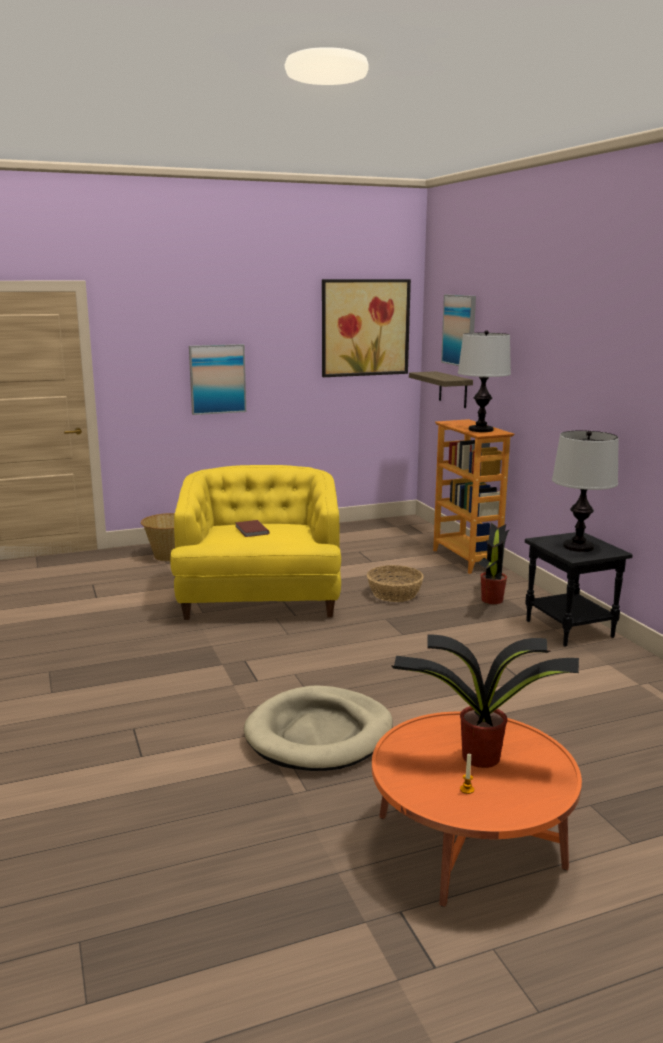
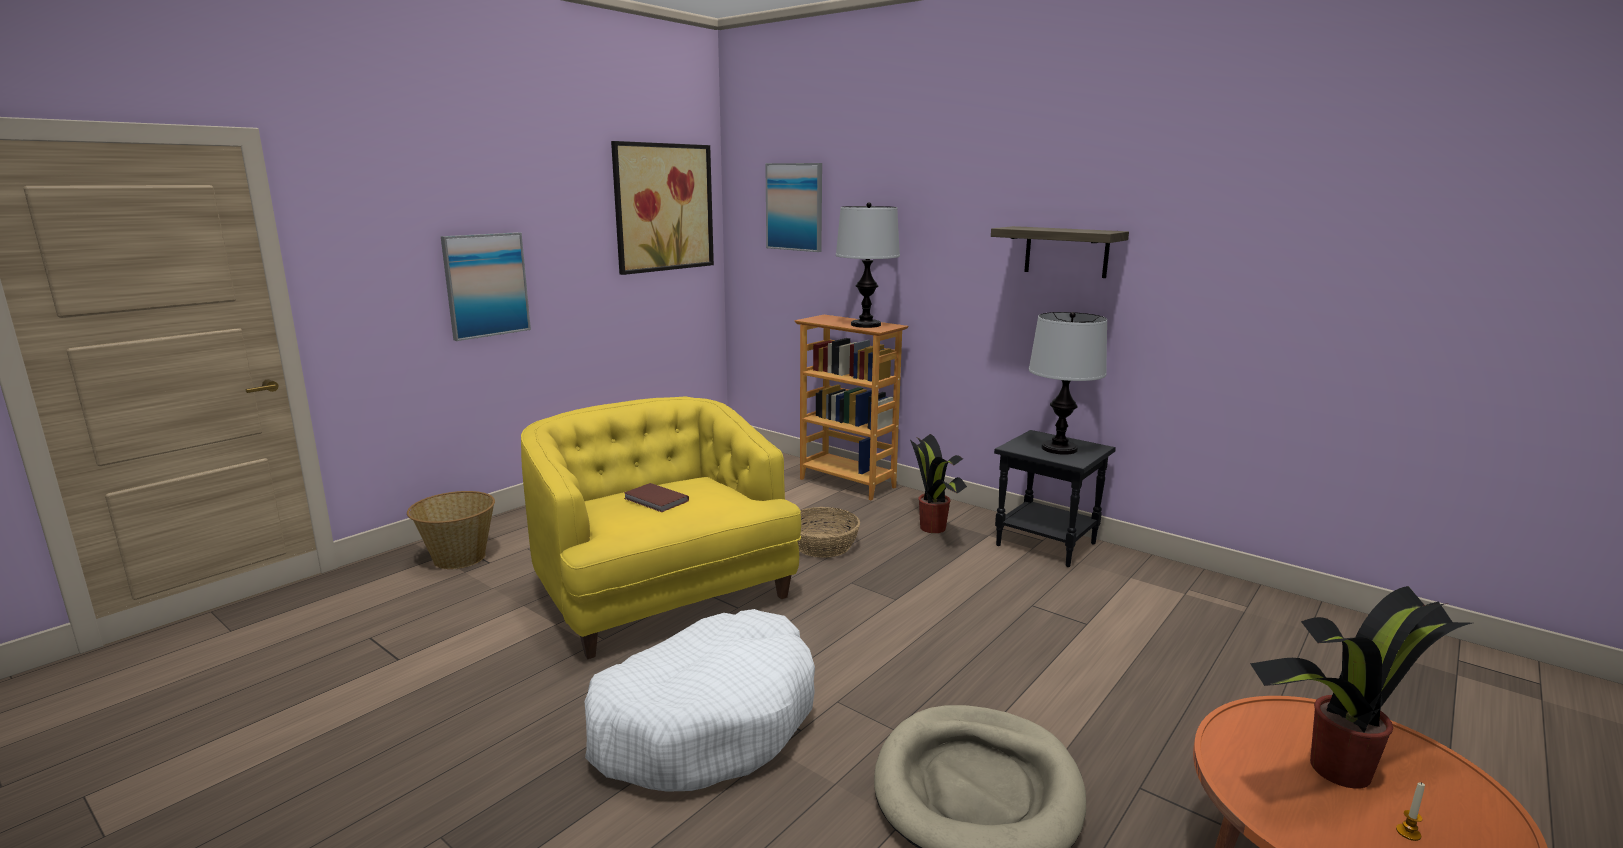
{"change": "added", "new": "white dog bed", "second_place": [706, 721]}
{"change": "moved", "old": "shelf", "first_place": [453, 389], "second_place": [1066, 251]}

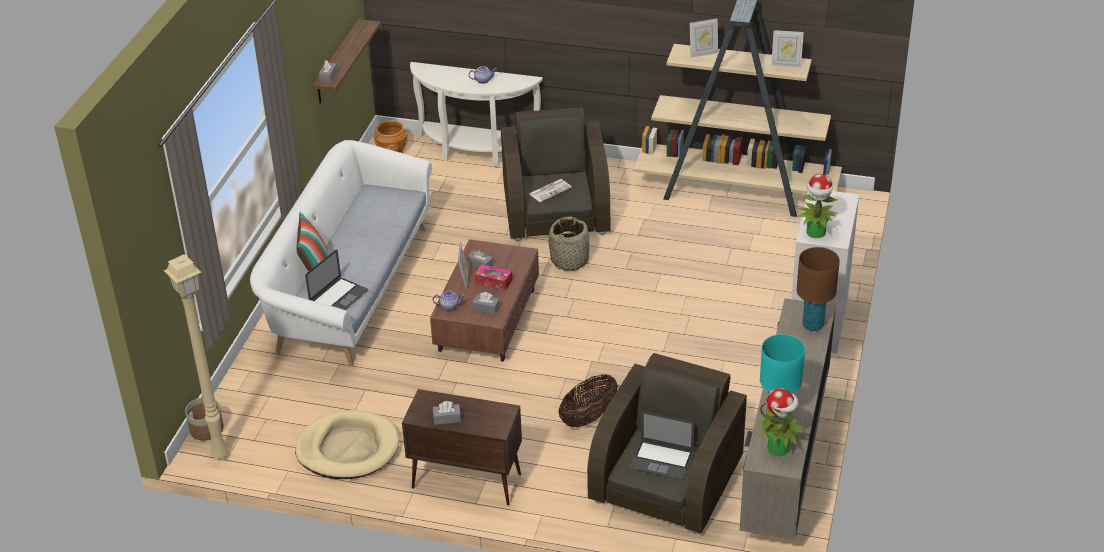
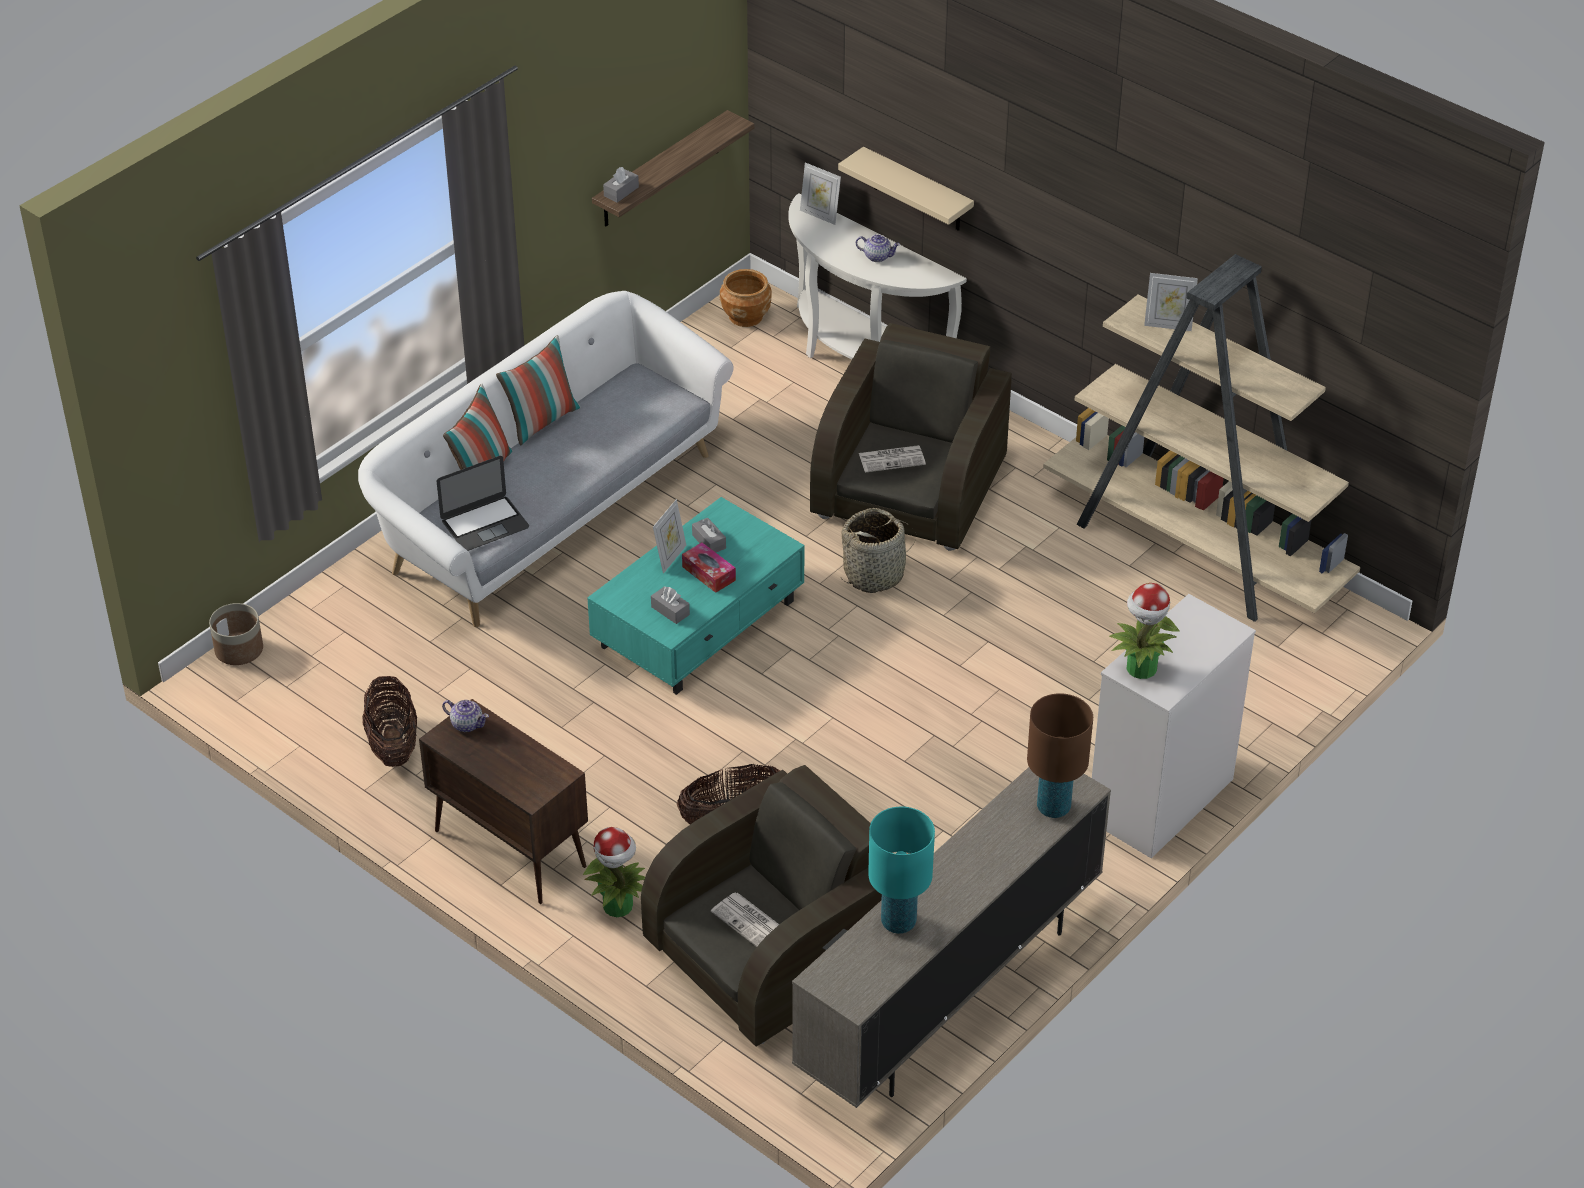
{"change": "replaced", "old": "beige dog bed", "new": "basket", "first_place": [348, 449], "second_place": [393, 744]}
{"change": "moved", "old": "teapot", "first_place": [449, 306], "second_place": [467, 724]}
{"change": "added", "new": "pillow", "second_place": [541, 421]}
{"change": "moved", "old": "potted plant", "first_place": [779, 448], "second_place": [619, 906]}
{"change": "recoloured", "old": "brown coffee table", "new": "turquoise coffee table", "first_place": [488, 319], "second_place": [700, 623]}
{"change": "replaced", "old": "laptop", "new": "newspaper", "first_place": [661, 460], "second_place": [750, 922]}
{"change": "moved", "old": "picture frame", "first_place": [786, 64], "second_place": [820, 215]}
{"change": "added", "new": "beige shelf", "second_place": [917, 191]}
{"change": "removed", "old": "beige floor lamp", "first_place": [219, 455]}
{"change": "removed", "old": "grey tissue box", "first_place": [447, 418]}

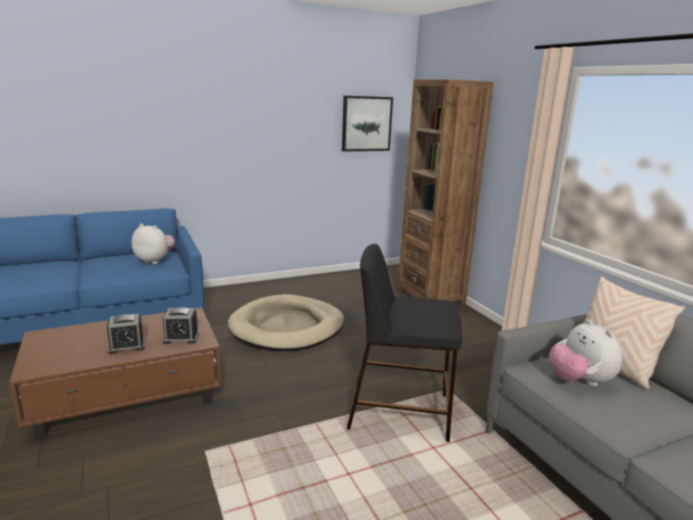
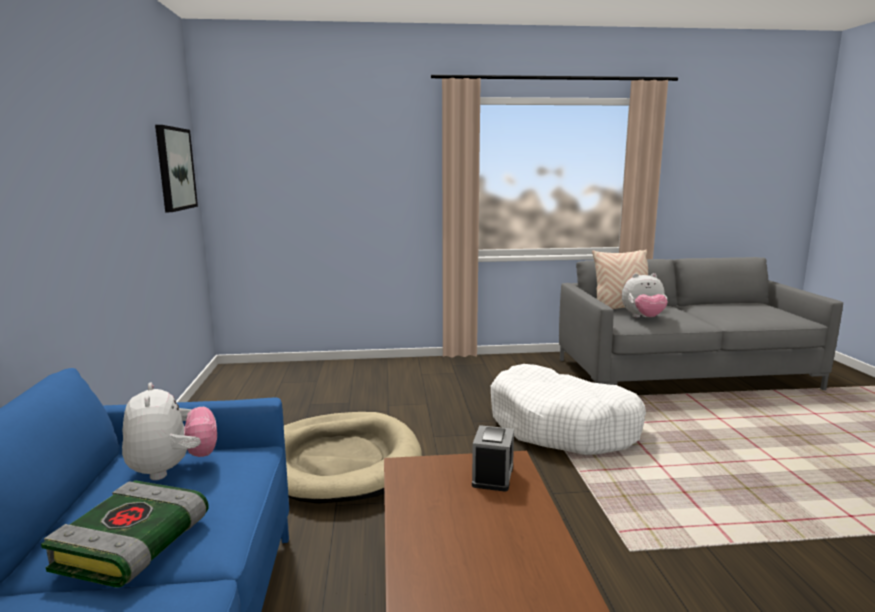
{"change": "added", "new": "book", "second_place": [133, 546]}
{"change": "turned", "old": "plush toy", "first_place": [155, 261], "second_place": [173, 469], "degrees": 120}
{"change": "replaced", "old": "black stool", "new": "white dog bed", "first_place": [400, 412], "second_place": [563, 427]}
{"change": "removed", "old": "alarm clock", "first_place": [127, 346]}
{"change": "removed", "old": "brown bookcase", "first_place": [430, 298]}

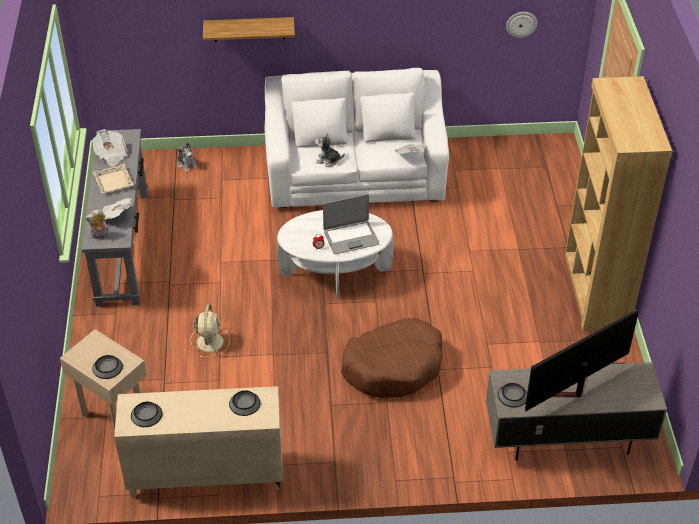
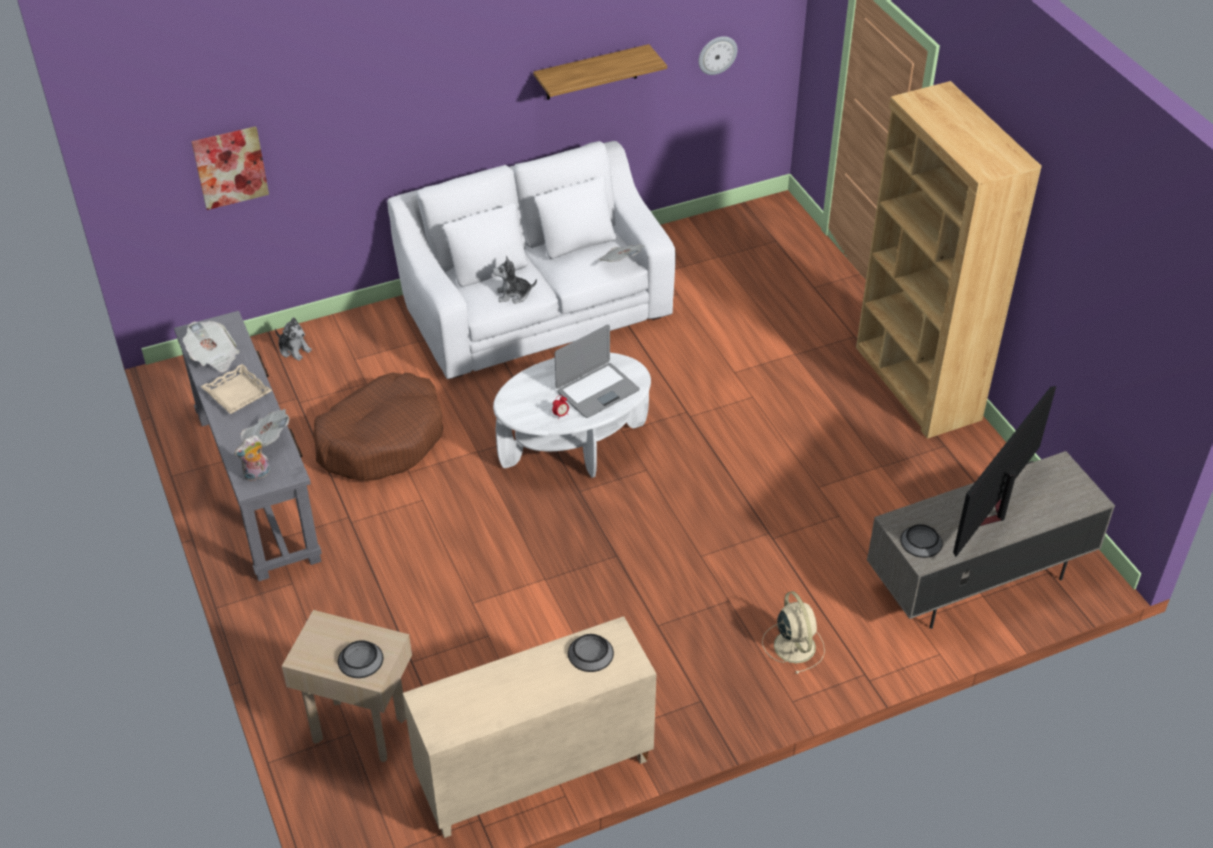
{"change": "added", "new": "picture", "second_place": [230, 167]}
{"change": "moved", "old": "brown dog bed", "first_place": [393, 366], "second_place": [382, 439]}
{"change": "moved", "old": "shelf", "first_place": [249, 29], "second_place": [591, 73]}
{"change": "moved", "old": "beige fan", "first_place": [210, 341], "second_place": [793, 645]}
{"change": "removed", "old": "bowl", "first_place": [146, 414]}

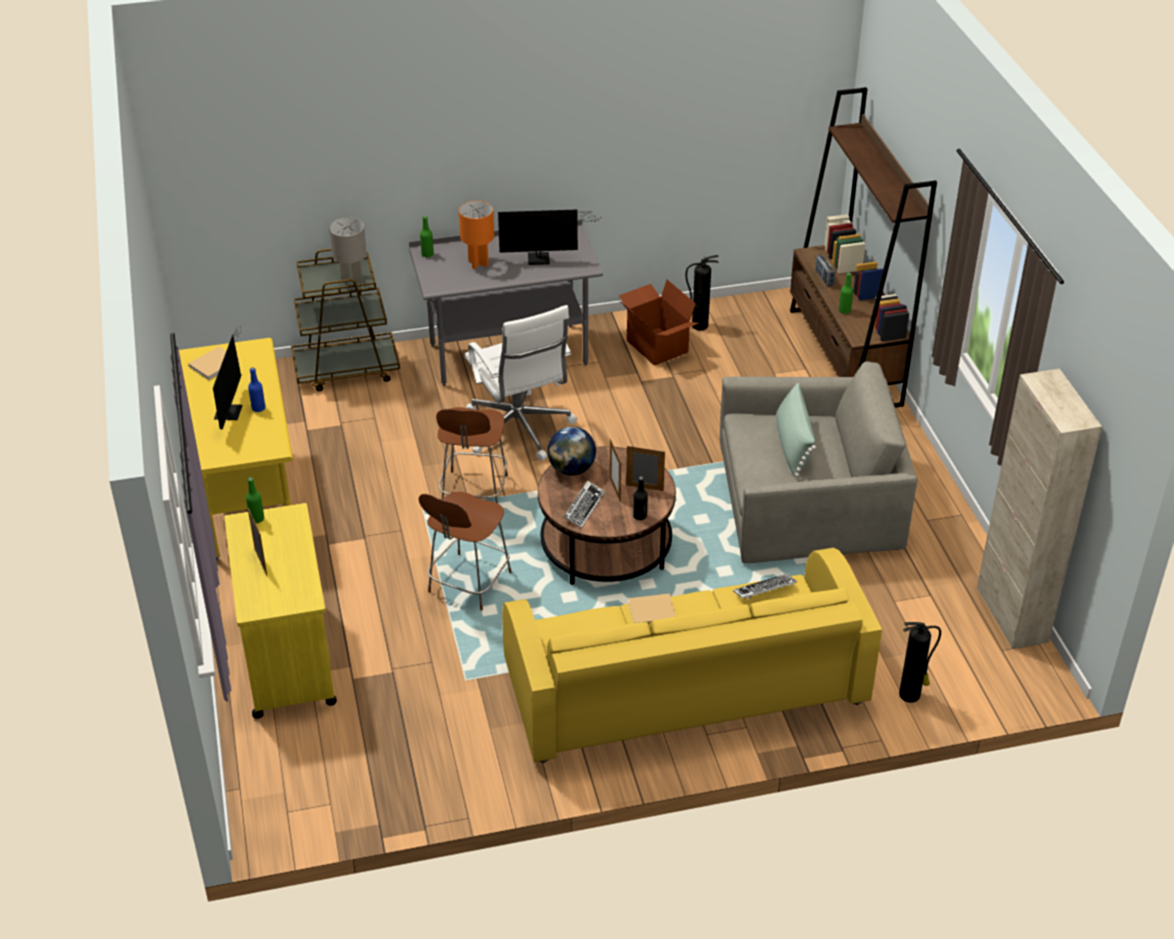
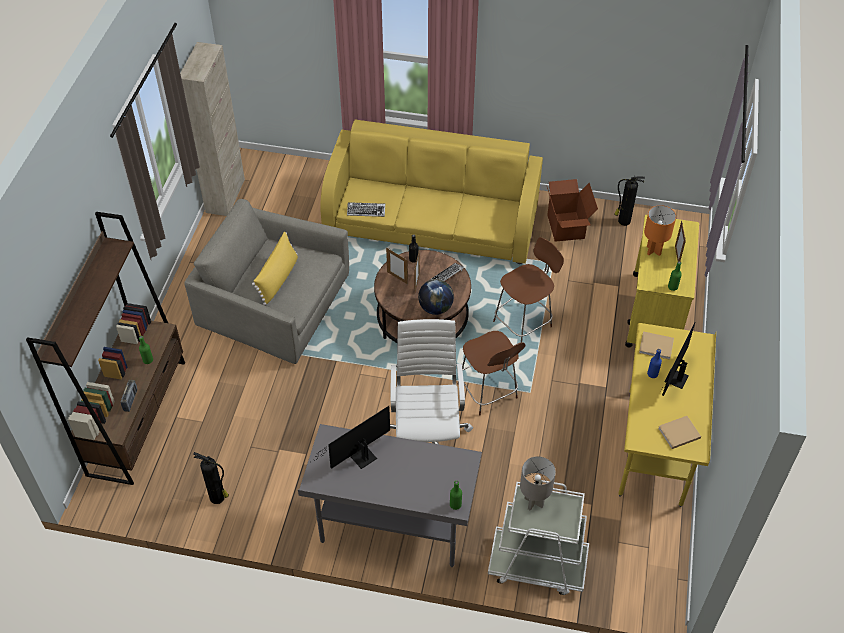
{"change": "recoloured", "old": "green pillow", "new": "yellow pillow", "first_place": [793, 445], "second_place": [278, 278]}
{"change": "turned", "old": "monitor", "first_place": [542, 259], "second_place": [359, 458], "degrees": -60}
{"change": "turned", "old": "brown chair", "first_place": [474, 494], "second_place": [488, 392], "degrees": 120}
{"change": "recoloured", "old": "brown cart", "new": "white cart", "first_place": [347, 369], "second_place": [537, 565]}
{"change": "moved", "old": "cardboard box", "first_place": [656, 347], "second_place": [566, 227]}
{"change": "moved", "old": "fire extinguisher", "first_place": [911, 694], "second_place": [623, 221]}
{"change": "moved", "old": "beige book", "first_place": [650, 612], "second_place": [657, 346]}
{"change": "moved", "old": "orange table lamp", "first_place": [478, 263], "second_place": [654, 250]}

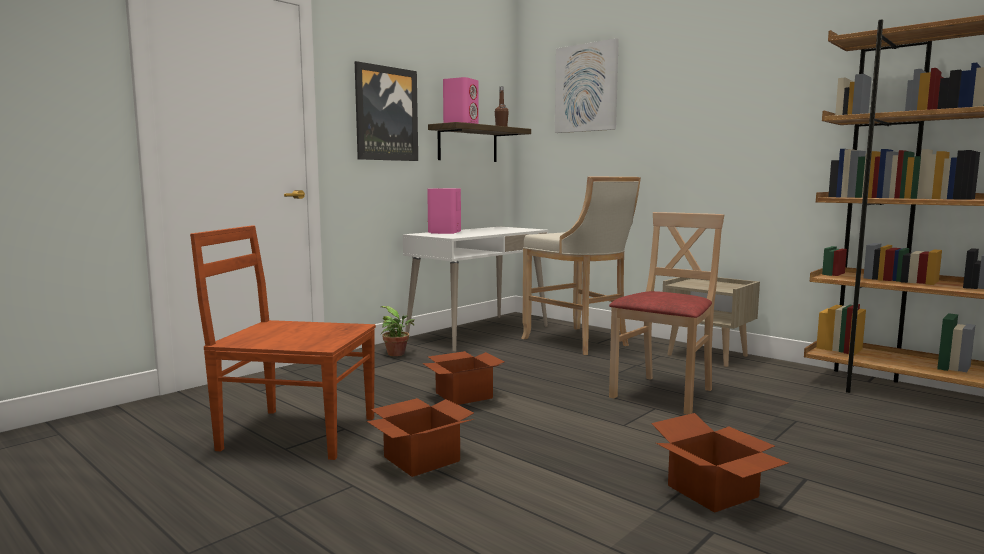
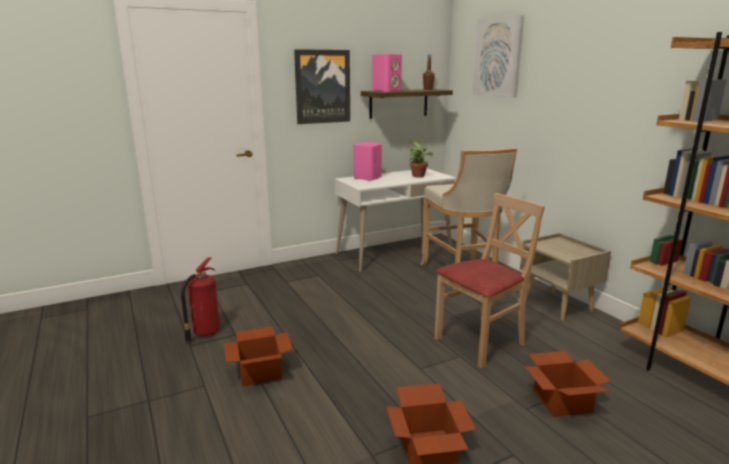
{"change": "replaced", "old": "brown chair", "new": "fire extinguisher", "first_place": [295, 433], "second_place": [205, 333]}
{"change": "moved", "old": "potted plant", "first_place": [398, 354], "second_place": [419, 176]}
{"change": "moved", "old": "cardboard box", "first_place": [464, 395], "second_place": [562, 400]}

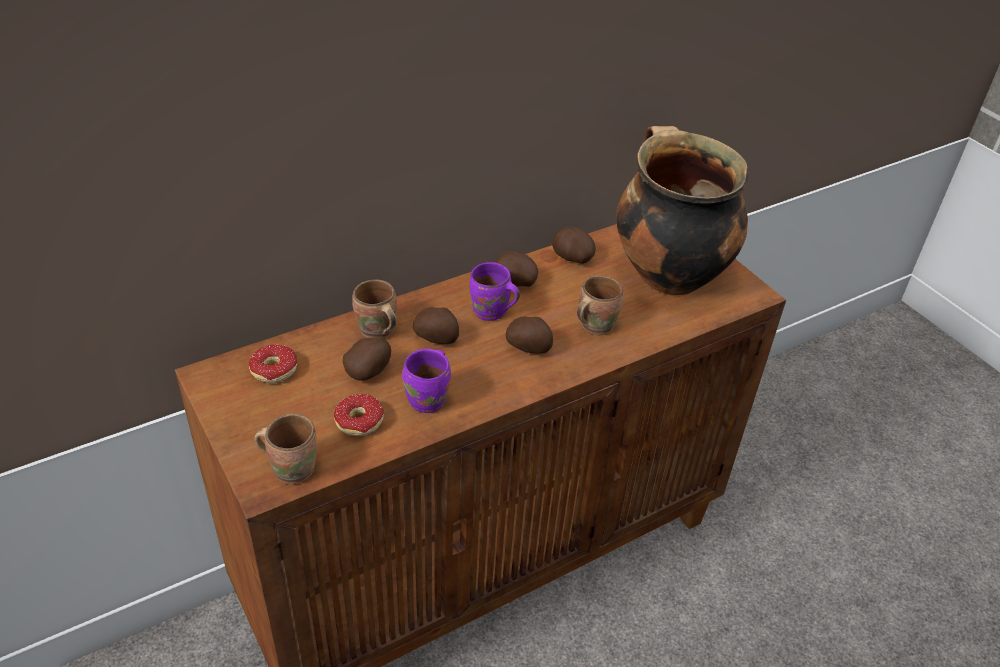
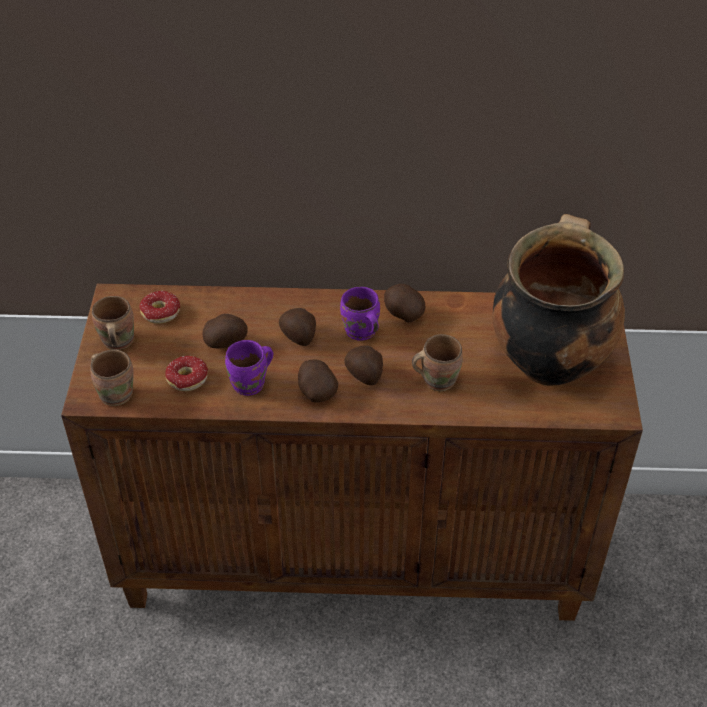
{"change": "moved", "old": "brown mug", "first_place": [376, 332], "second_place": [116, 342]}
{"change": "moved", "old": "potato", "first_place": [571, 258], "second_place": [316, 391]}

